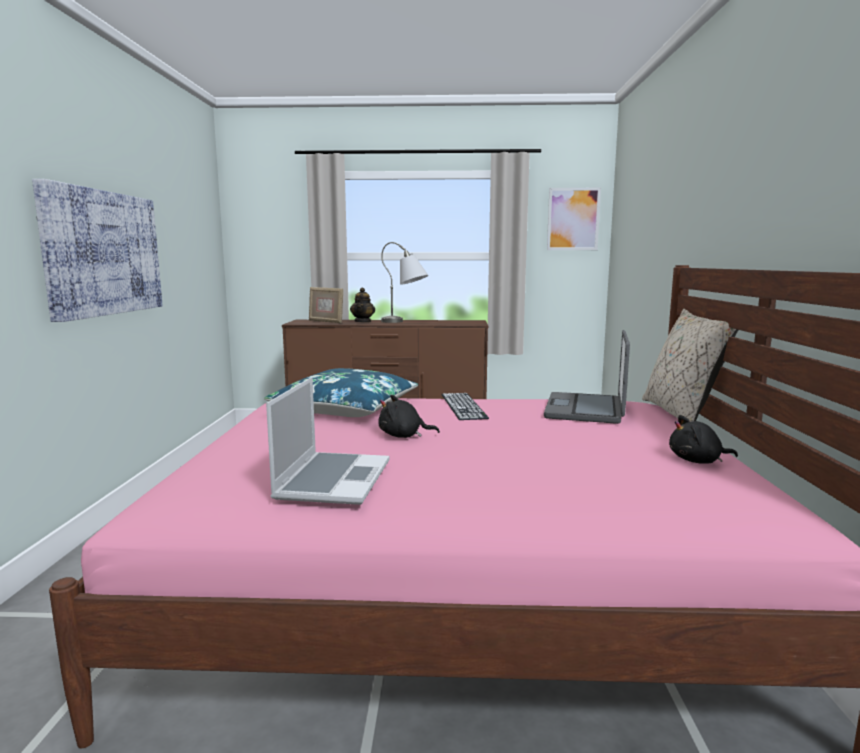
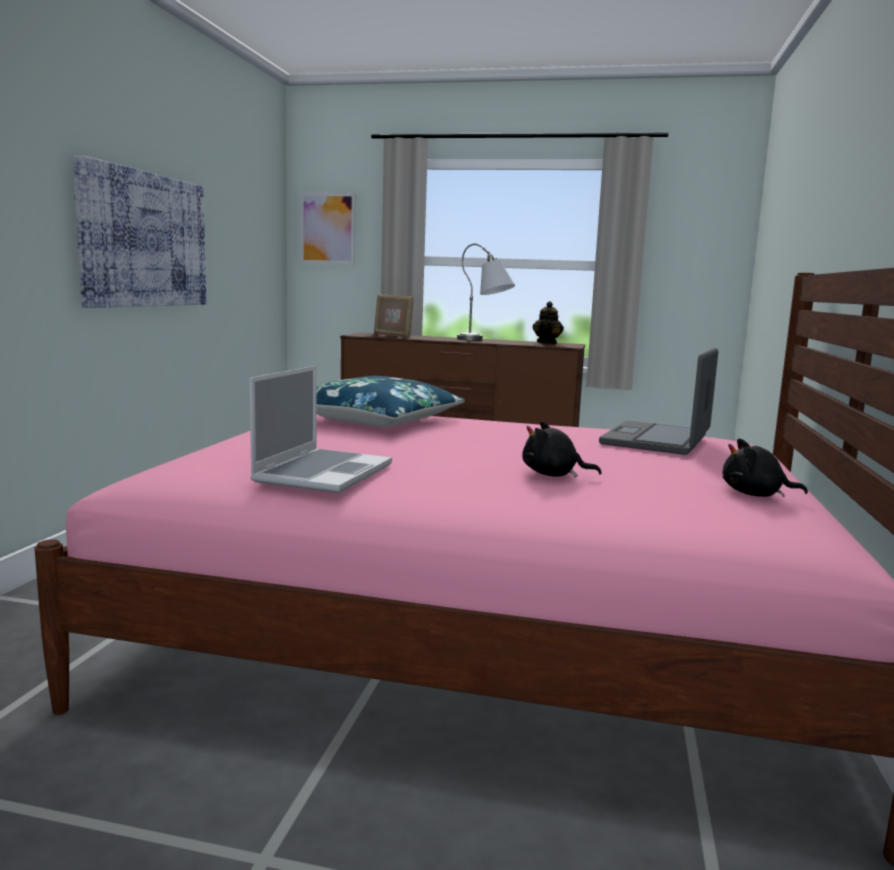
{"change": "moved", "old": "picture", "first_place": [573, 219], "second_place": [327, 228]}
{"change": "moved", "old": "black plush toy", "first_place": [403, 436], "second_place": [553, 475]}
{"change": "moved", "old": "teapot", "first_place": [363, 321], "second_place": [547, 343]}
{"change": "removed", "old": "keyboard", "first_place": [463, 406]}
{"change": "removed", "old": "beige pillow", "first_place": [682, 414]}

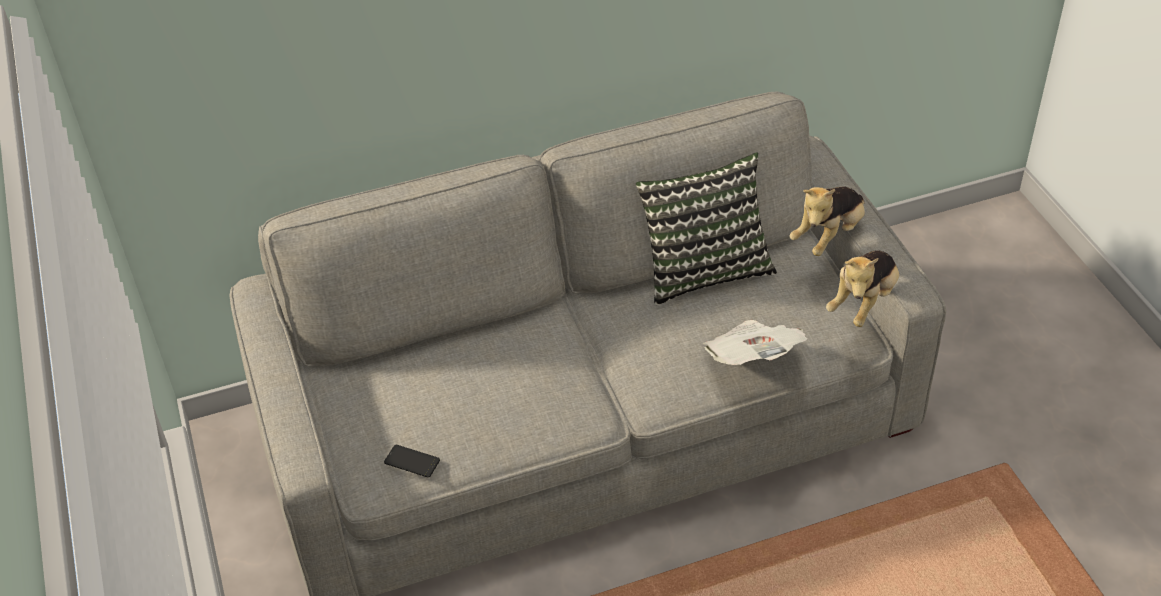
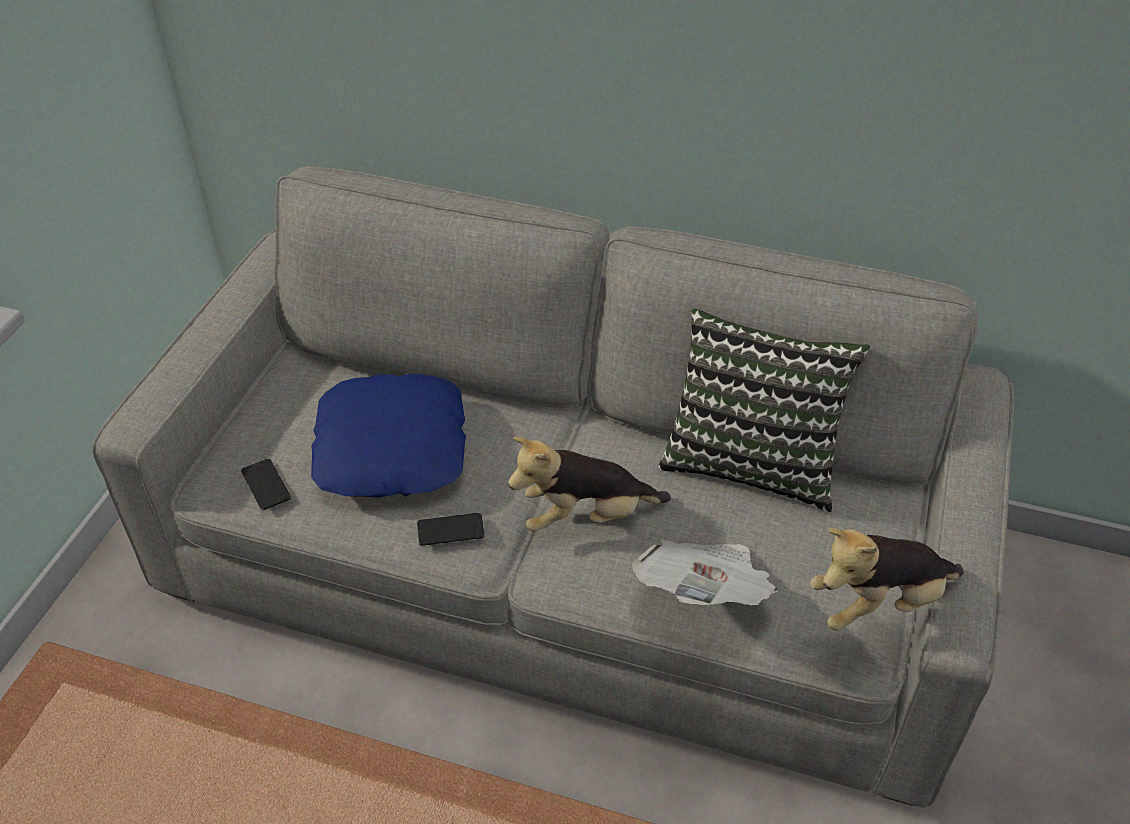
{"change": "added", "new": "blue pillow", "second_place": [393, 448]}
{"change": "added", "new": "phone", "second_place": [450, 530]}
{"change": "moved", "old": "plush toy", "first_place": [829, 236], "second_place": [585, 517]}

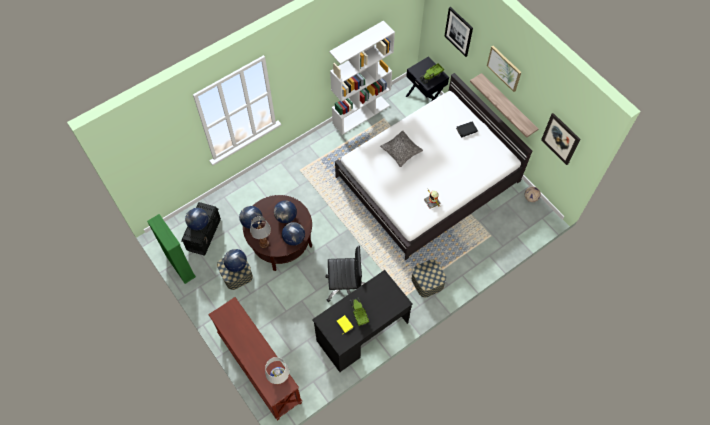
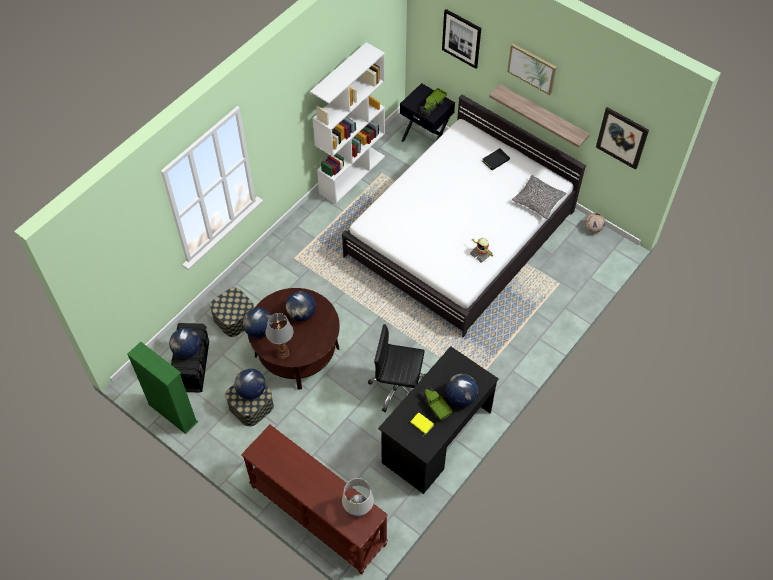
{"change": "moved", "old": "storage box", "first_place": [427, 282], "second_place": [234, 318]}
{"change": "turned", "old": "black office chair", "first_place": [345, 287], "second_place": [398, 388], "degrees": -150}
{"change": "moved", "old": "globe", "first_place": [294, 238], "second_place": [460, 397]}
{"change": "moved", "old": "pillow", "first_place": [401, 151], "second_place": [538, 200]}

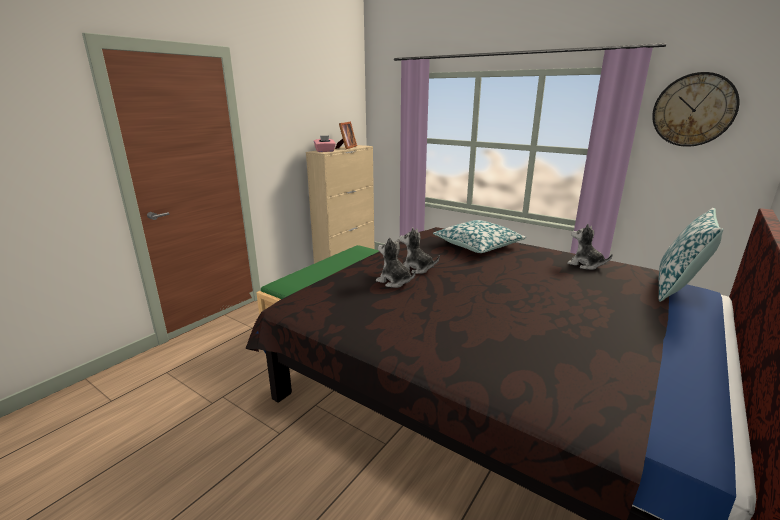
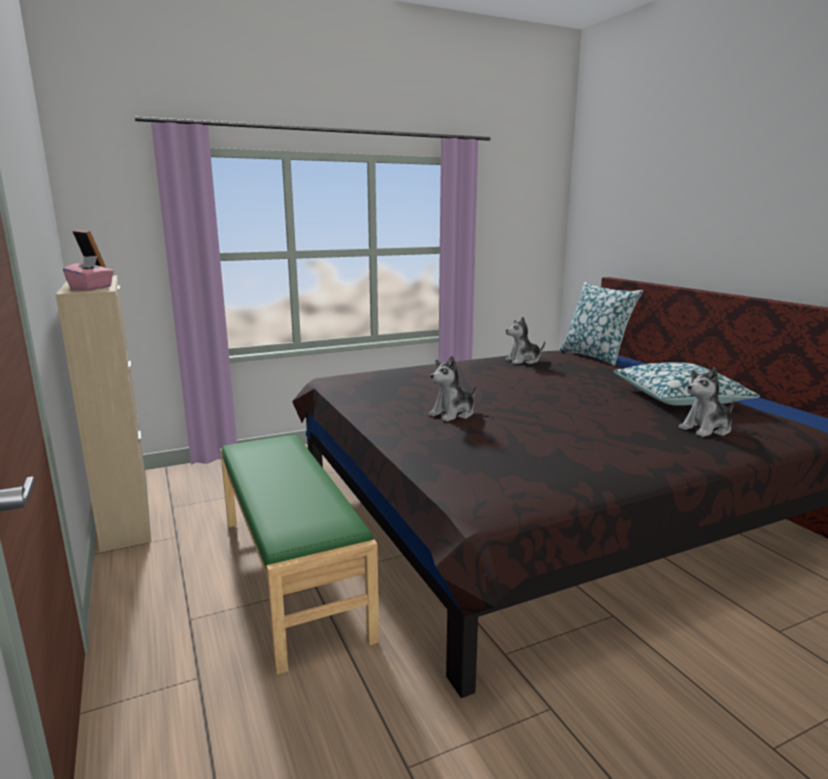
{"change": "moved", "old": "pillow", "first_place": [478, 245], "second_place": [679, 397]}
{"change": "moved", "old": "plush toy", "first_place": [394, 282], "second_place": [706, 429]}
{"change": "removed", "old": "wall clock", "first_place": [693, 110]}

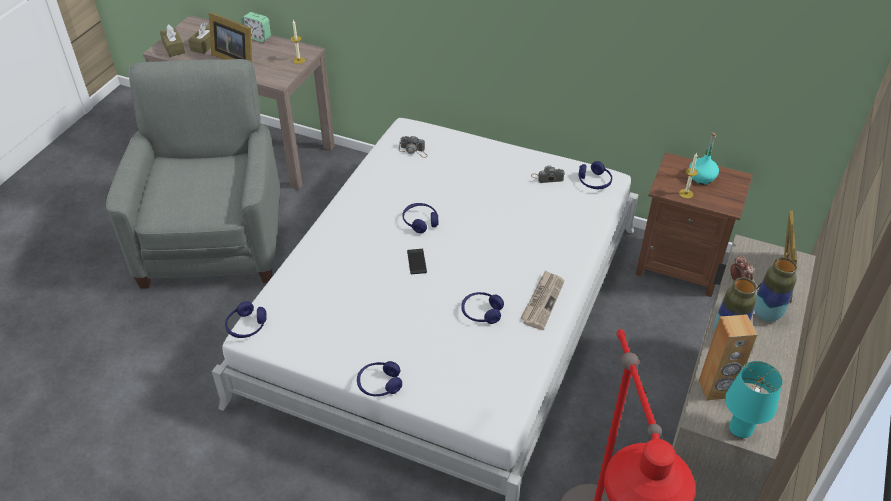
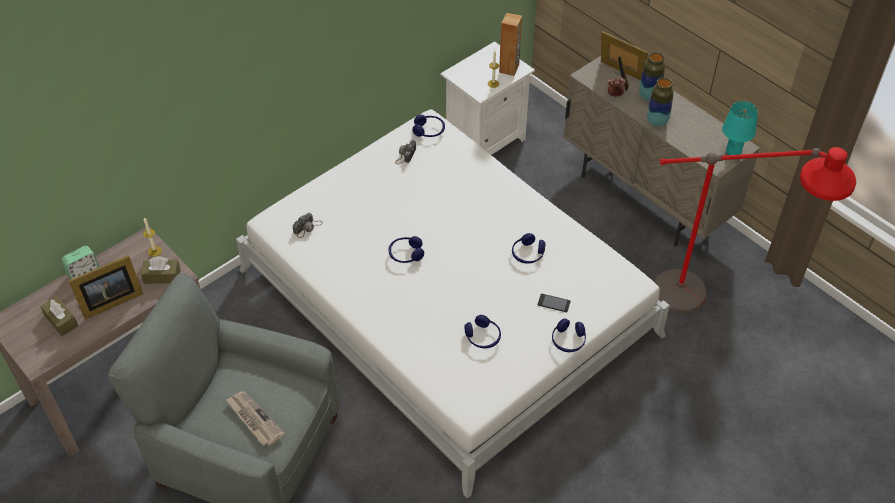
{"change": "moved", "old": "brown tissue box", "first_place": [173, 48], "second_place": [162, 276]}
{"change": "moved", "old": "newspaper", "first_place": [542, 301], "second_place": [254, 419]}
{"change": "recoloured", "old": "brown nightstand", "new": "white nightstand", "first_place": [679, 265], "second_place": [484, 141]}
{"change": "moved", "old": "blue headphones", "first_place": [247, 326], "second_place": [482, 337]}
{"change": "moved", "old": "brown speaker", "first_place": [716, 389], "second_place": [509, 69]}
{"change": "moved", "old": "phone", "first_place": [416, 261], "second_place": [554, 303]}
{"change": "removed", "old": "turquoise bottle", "first_place": [701, 177]}

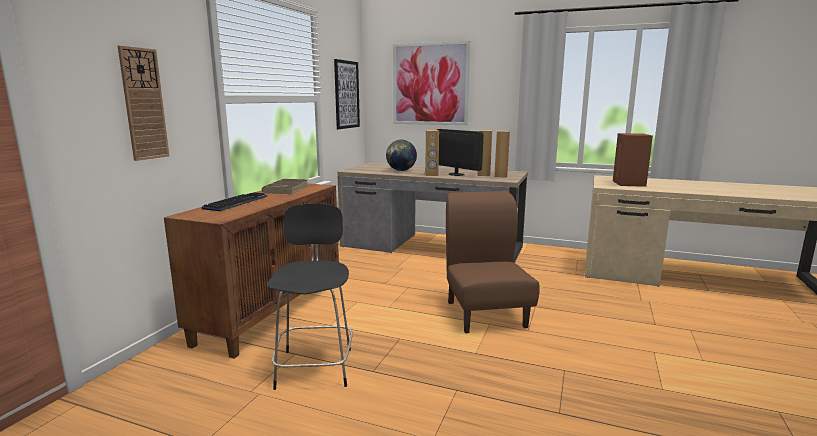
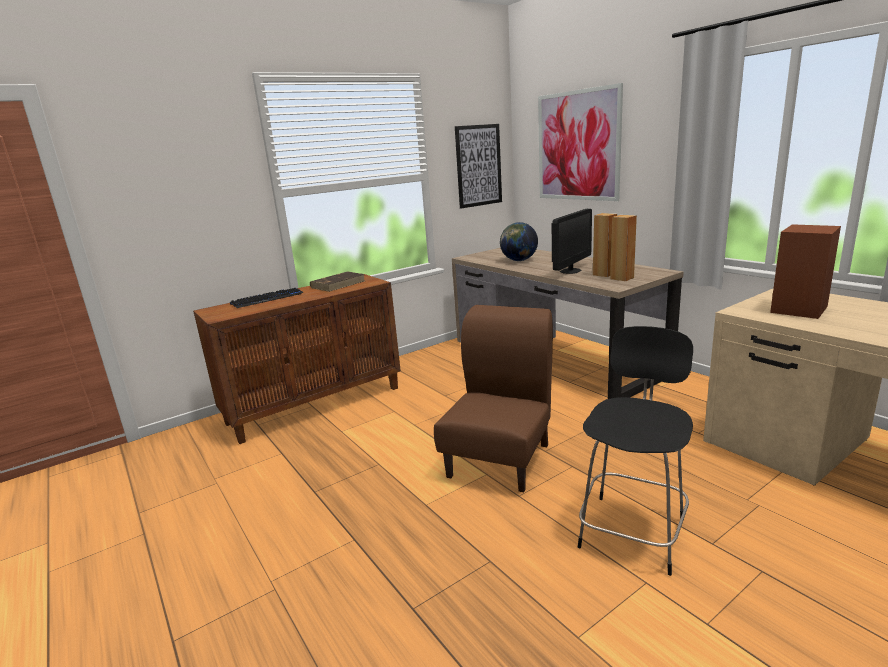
{"change": "turned", "old": "monitor", "first_place": [456, 174], "second_place": [570, 271], "degrees": 45}
{"change": "moved", "old": "black chair", "first_place": [315, 366], "second_place": [633, 530]}
{"change": "removed", "old": "wall clock", "first_place": [143, 104]}
{"change": "removed", "old": "brown speaker", "first_place": [431, 175]}

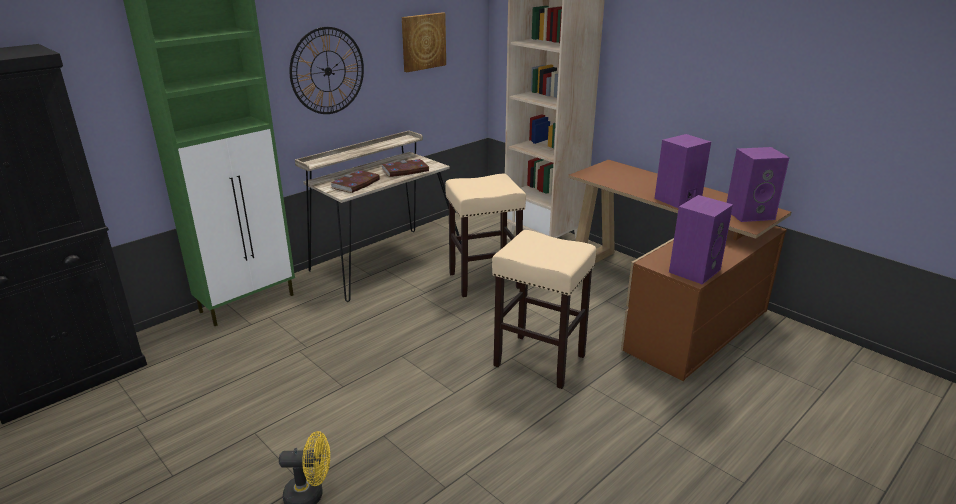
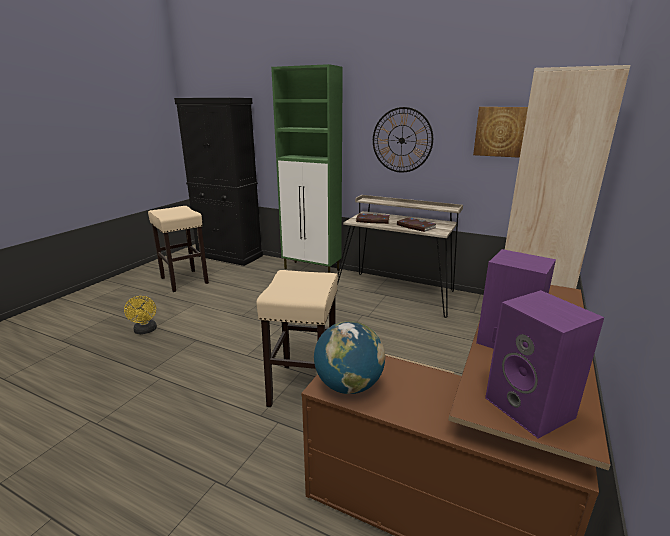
{"change": "moved", "old": "beige stool", "first_place": [483, 281], "second_place": [184, 280]}
{"change": "replaced", "old": "purple speaker", "new": "globe", "first_place": [694, 270], "second_place": [348, 386]}

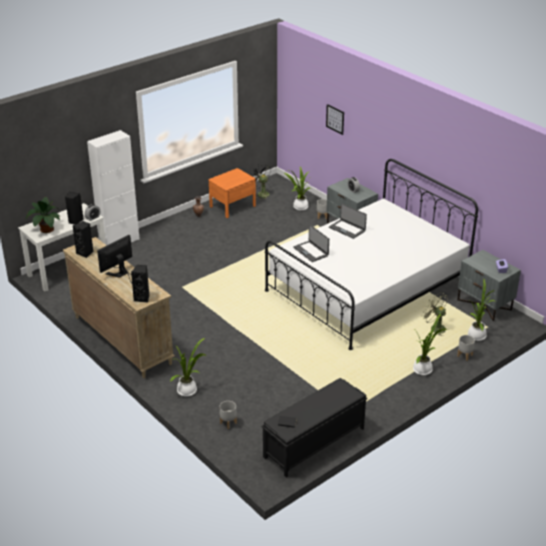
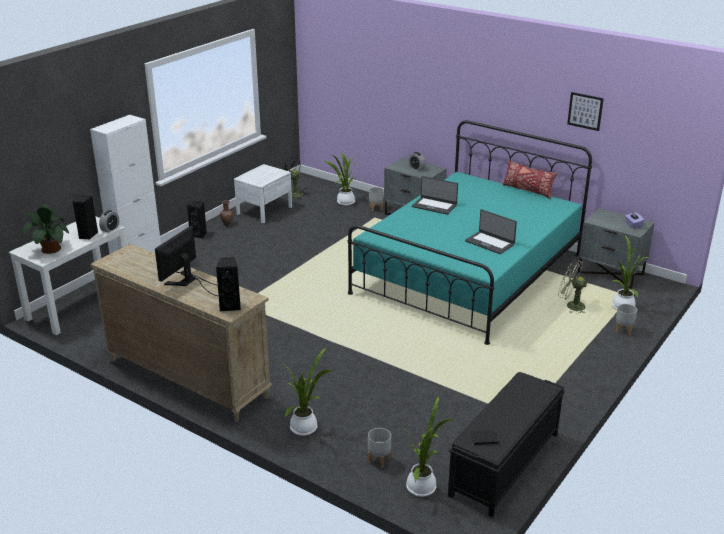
{"change": "moved", "old": "black speaker", "first_place": [85, 253], "second_place": [199, 235]}
{"change": "recoloured", "old": "orange nightstand", "new": "white nightstand", "first_place": [232, 206], "second_place": [264, 210]}
{"change": "recoloured", "old": "white bed", "new": "turquoise bed", "first_place": [367, 287], "second_place": [468, 274]}
{"change": "moved", "old": "potted plant", "first_place": [423, 369], "second_place": [422, 486]}
{"change": "moved", "old": "laptop", "first_place": [311, 251], "second_place": [490, 243]}
{"change": "added", "new": "red pillow", "second_place": [527, 190]}
{"change": "moved", "old": "picture", "first_place": [335, 119], "second_place": [585, 111]}

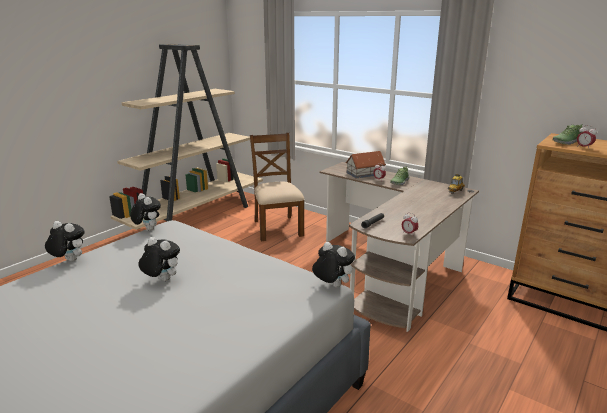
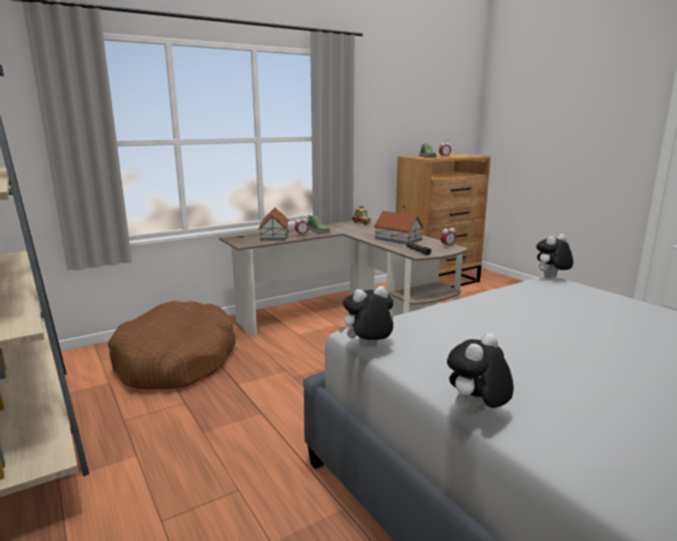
{"change": "replaced", "old": "brown chair", "new": "brown dog bed", "first_place": [277, 228], "second_place": [176, 361]}
{"change": "added", "new": "toy house", "second_place": [398, 239]}
{"change": "removed", "old": "plush toy", "first_place": [161, 280]}

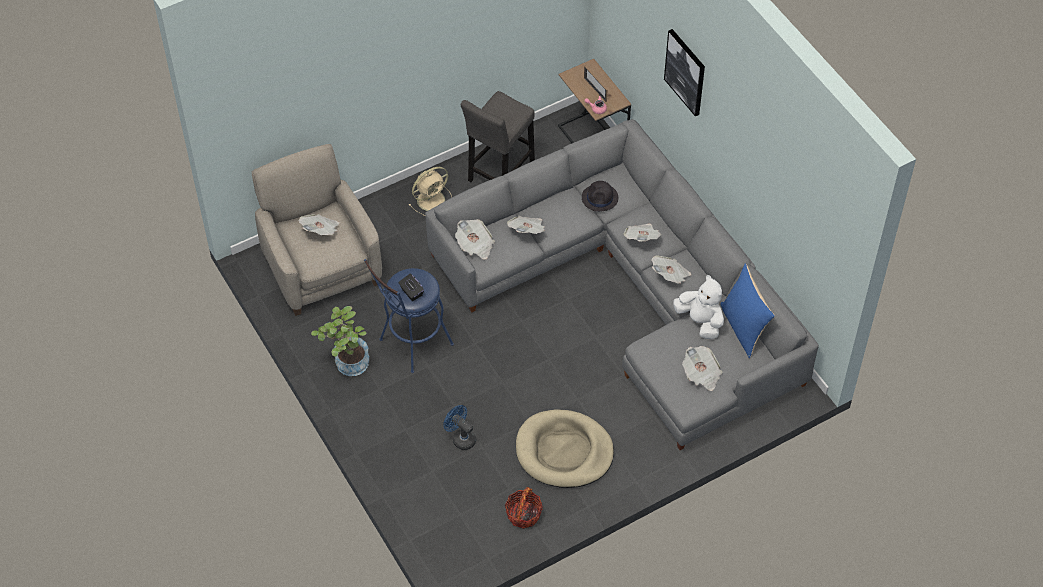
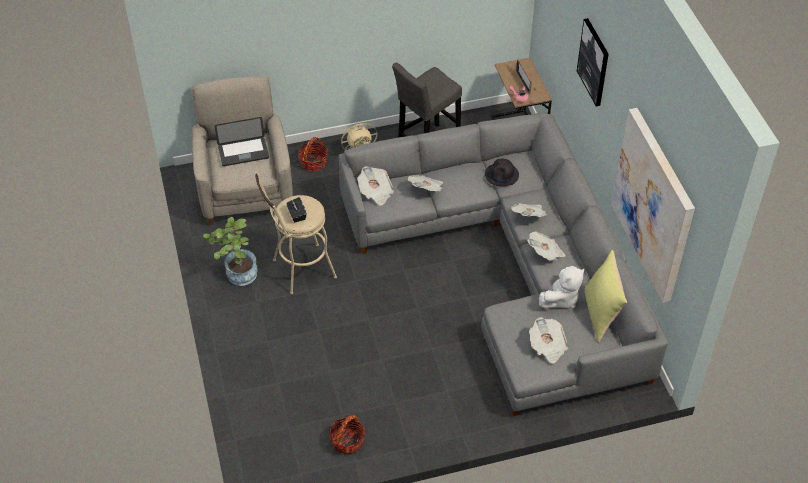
{"change": "replaced", "old": "newspaper", "new": "laptop", "first_place": [321, 231], "second_place": [243, 152]}
{"change": "recoloured", "old": "blue stool", "new": "beige stool", "first_place": [411, 345], "second_place": [299, 270]}
{"change": "added", "new": "basket", "second_place": [313, 162]}
{"change": "turned", "old": "white plush toy", "first_place": [700, 321], "second_place": [561, 299], "degrees": 75}
{"change": "recoloured", "old": "blue pillow", "new": "yellow pillow", "first_place": [744, 328], "second_place": [601, 313]}
{"change": "added", "new": "picture", "second_place": [654, 205]}
{"change": "removed", "old": "blue fan", "first_place": [461, 438]}
{"change": "removed", "old": "beige dog bed", "first_place": [564, 451]}

